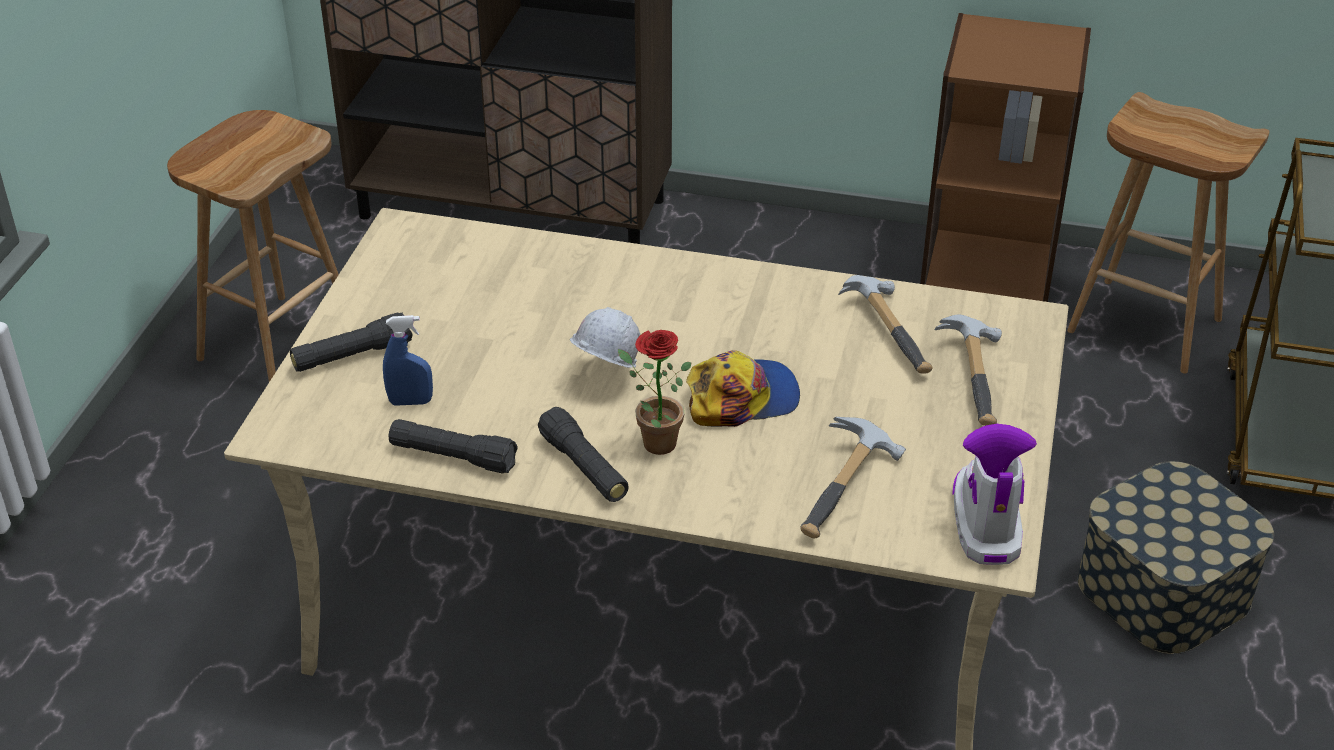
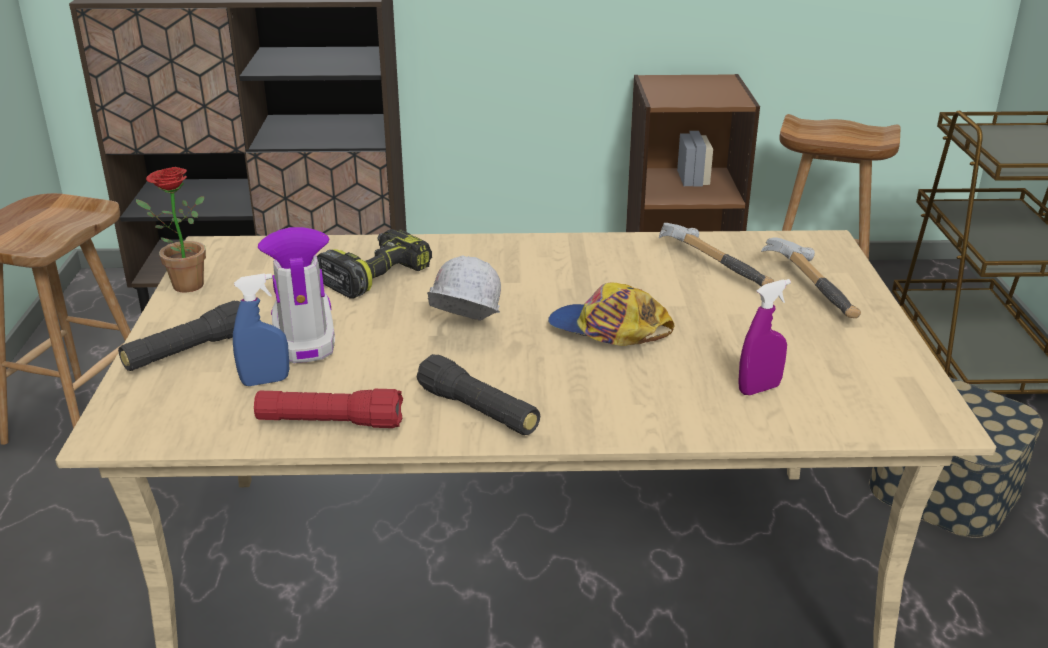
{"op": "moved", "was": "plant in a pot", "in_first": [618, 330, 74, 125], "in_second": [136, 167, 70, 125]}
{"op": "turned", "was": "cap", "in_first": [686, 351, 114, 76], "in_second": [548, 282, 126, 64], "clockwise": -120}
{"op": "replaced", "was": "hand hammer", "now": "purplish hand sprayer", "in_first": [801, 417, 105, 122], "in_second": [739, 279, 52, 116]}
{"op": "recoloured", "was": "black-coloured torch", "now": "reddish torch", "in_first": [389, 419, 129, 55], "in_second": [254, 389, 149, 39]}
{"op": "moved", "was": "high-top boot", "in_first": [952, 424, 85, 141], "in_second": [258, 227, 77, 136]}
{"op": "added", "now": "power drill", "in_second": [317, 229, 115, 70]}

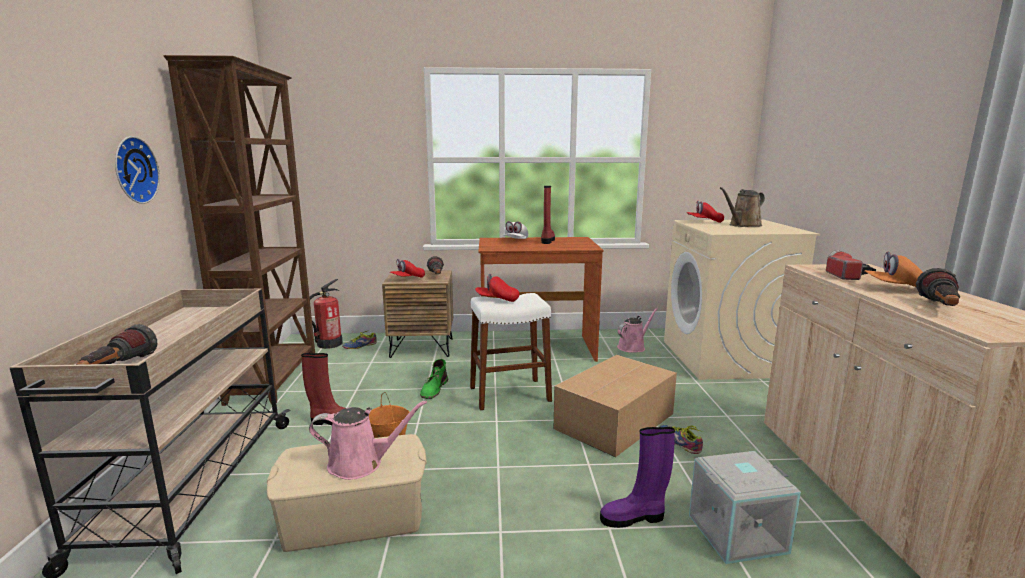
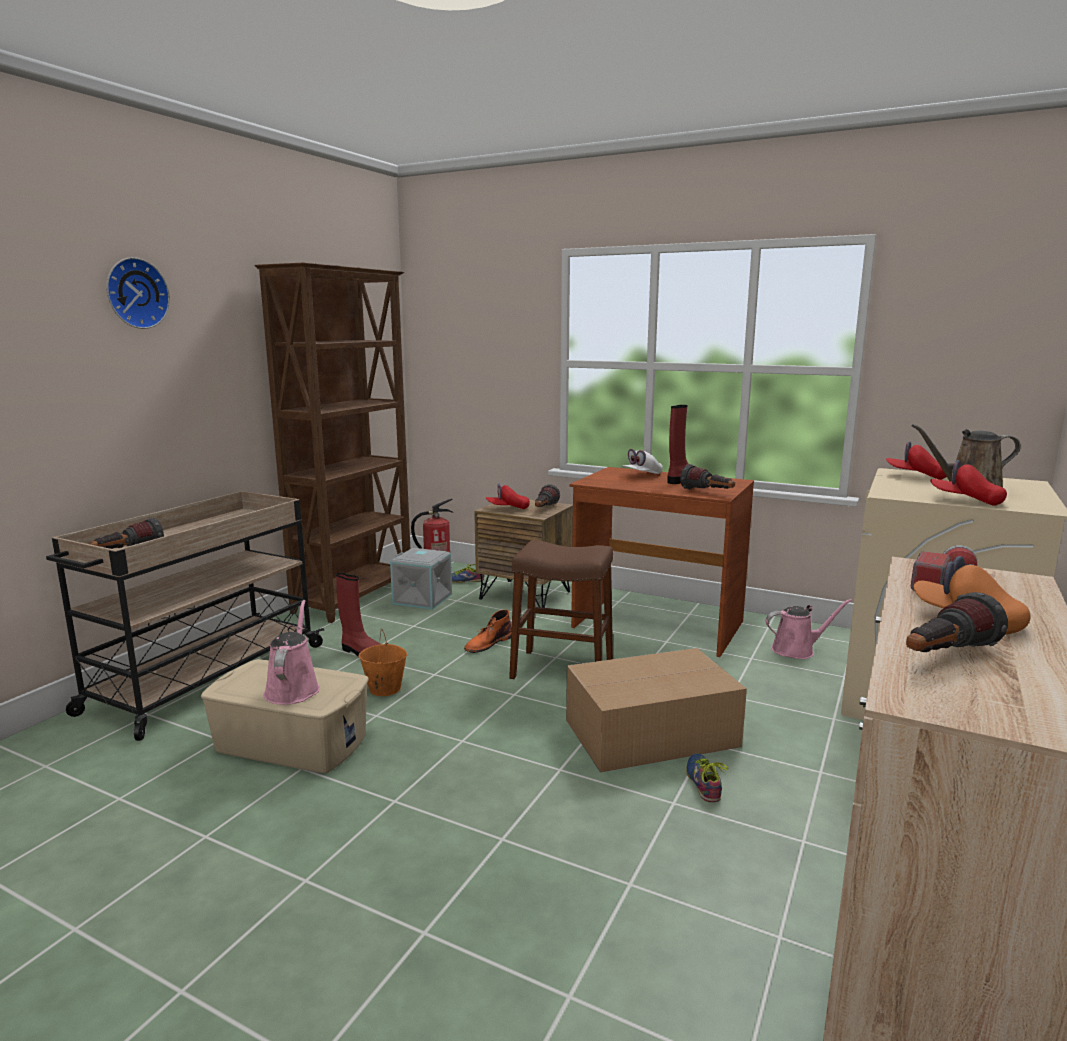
{"op": "moved", "was": "clock on the wall", "in_first": [115, 136, 45, 68], "in_second": [106, 257, 64, 72]}
{"op": "moved", "was": "reddish cap", "in_first": [475, 274, 44, 28], "in_second": [930, 460, 77, 46]}
{"op": "recoloured", "was": "whitish sitting stool", "now": "brownish sitting stool", "in_first": [470, 293, 82, 118], "in_second": [509, 540, 104, 139]}
{"op": "recoloured", "was": "greenish high-top boot", "now": "orange high-top boot", "in_first": [420, 359, 28, 40], "in_second": [464, 610, 48, 43]}
{"op": "turned", "was": "pink-coloured watering can", "in_first": [309, 400, 118, 80], "in_second": [264, 600, 56, 105], "clockwise": -120}
{"op": "removed", "was": "purplish high-top boot", "in_first": [600, 427, 75, 101]}
{"op": "moved", "was": "greyish storage box", "in_first": [689, 451, 112, 113], "in_second": [390, 548, 62, 62]}
{"op": "added", "now": "torch", "in_second": [680, 464, 55, 26]}

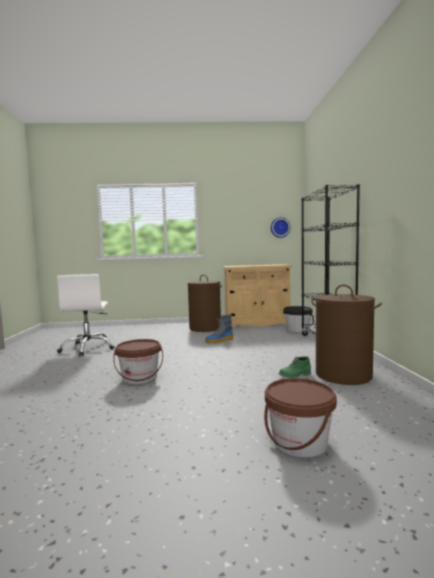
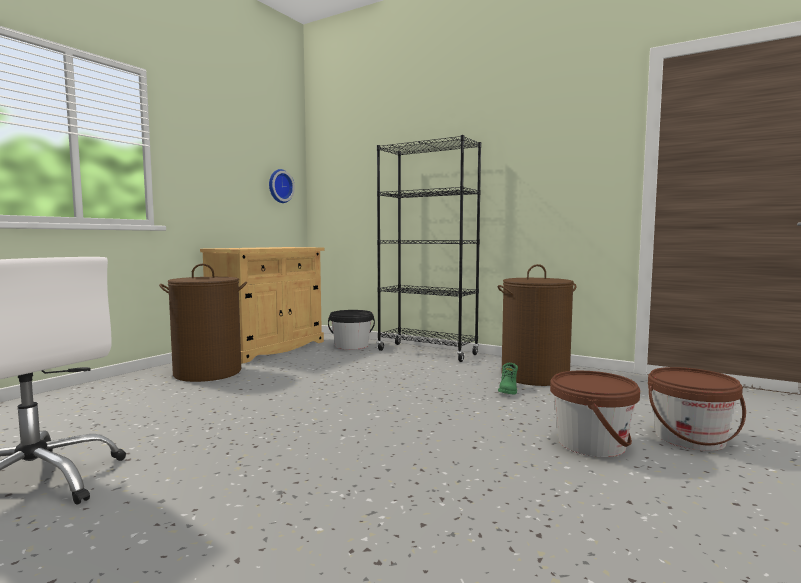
{"op": "removed", "was": "high-top boot", "in_first": [205, 314, 28, 30]}
{"op": "moved", "was": "brownish pail", "in_first": [113, 339, 50, 45], "in_second": [550, 371, 90, 86]}

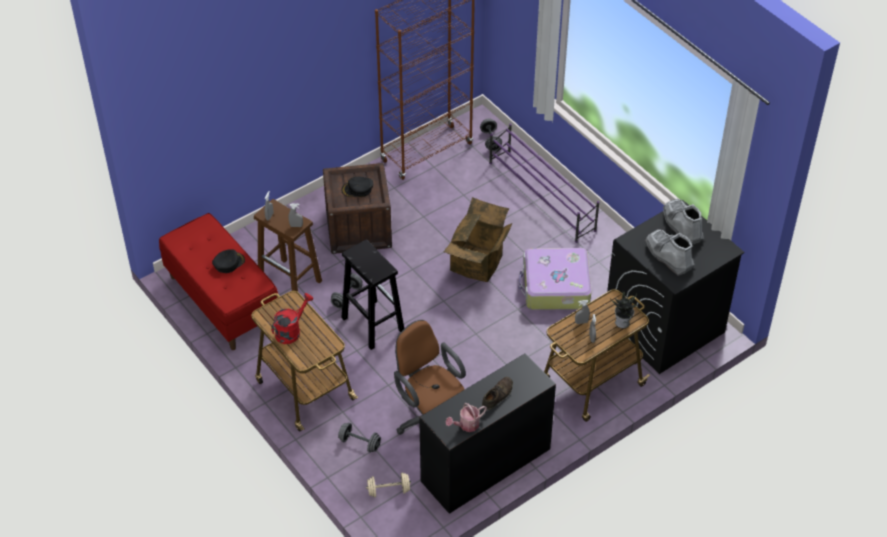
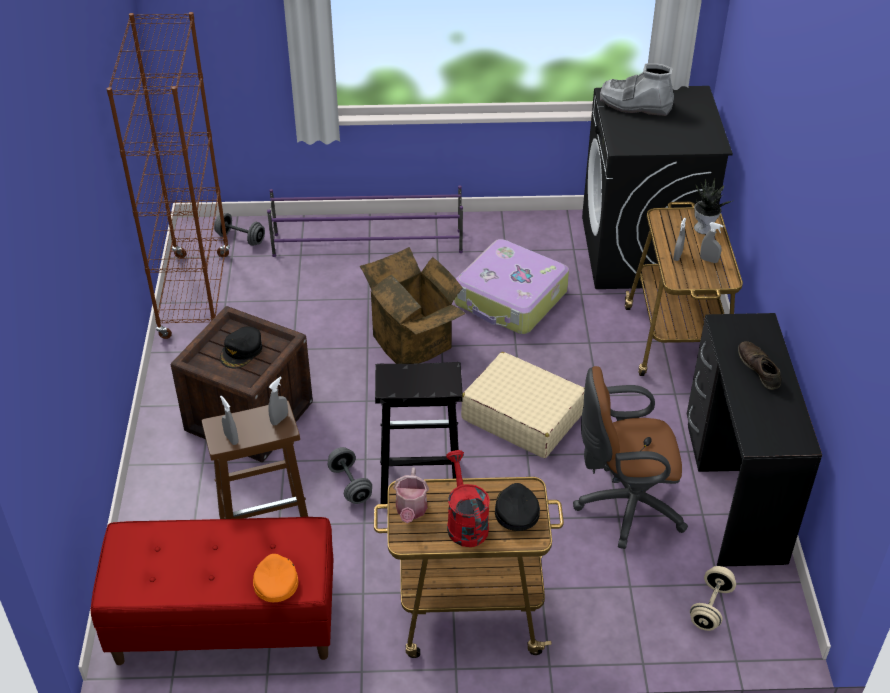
{"op": "removed", "was": "greyish high-top boot", "in_first": [645, 229, 50, 47]}
{"op": "moved", "was": "black-coloured cap", "in_first": [212, 249, 33, 24], "in_second": [495, 483, 45, 48]}
{"op": "moved", "was": "watering can", "in_first": [446, 403, 41, 29], "in_second": [393, 467, 36, 56]}
{"op": "removed", "was": "greyish free weight", "in_first": [338, 423, 43, 29]}
{"op": "added", "now": "beige-coloured travel case", "in_second": [461, 352, 124, 106]}
{"op": "added", "now": "orange cap", "in_second": [253, 554, 45, 48]}

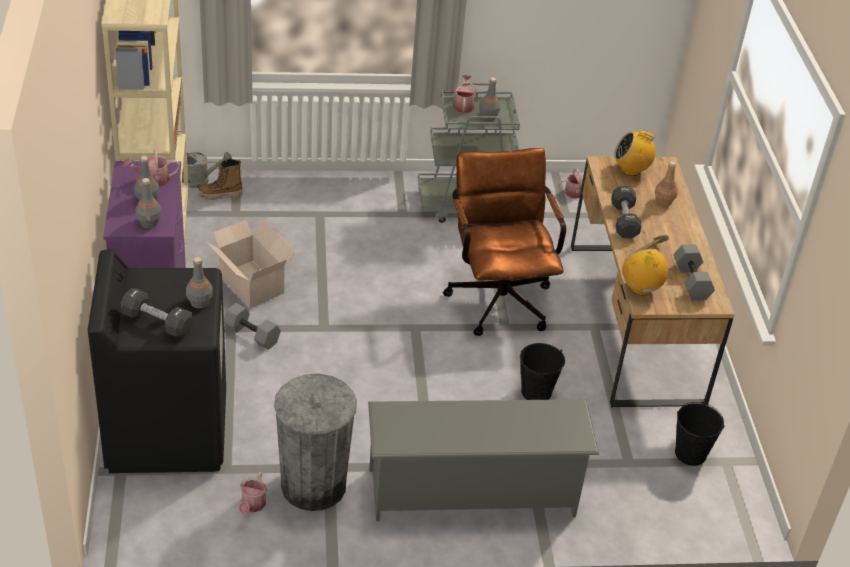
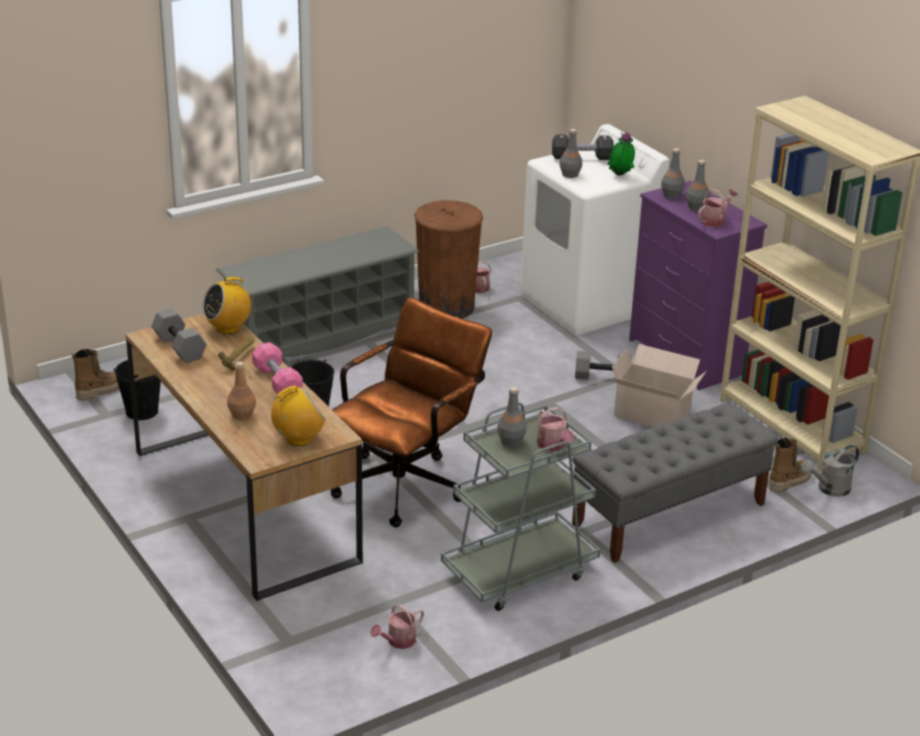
{"op": "turned", "was": "brownish desk chair", "in_first": [443, 148, 123, 188], "in_second": [330, 297, 162, 231], "clockwise": -105}
{"op": "recoloured", "was": "black-coloured free weight", "now": "pink-coloured free weight", "in_first": [611, 186, 30, 53], "in_second": [252, 342, 51, 52]}
{"op": "turned", "was": "radio", "in_first": [623, 249, 48, 47], "in_second": [202, 277, 49, 57], "clockwise": 105}
{"op": "recoloured", "was": "black-coloured laundry machine", "now": "whitish laundry machine", "in_first": [88, 250, 138, 223], "in_second": [521, 124, 148, 211]}
{"op": "recoloured", "was": "greyish waste bin", "now": "brownish waste bin", "in_first": [274, 374, 83, 137], "in_second": [414, 200, 69, 119]}
{"op": "added", "now": "plant in a pot", "in_second": [607, 132, 28, 44]}
{"op": "added", "now": "high-top boot", "in_second": [72, 349, 47, 52]}
{"op": "added", "now": "greyish long seat", "in_second": [572, 403, 206, 160]}

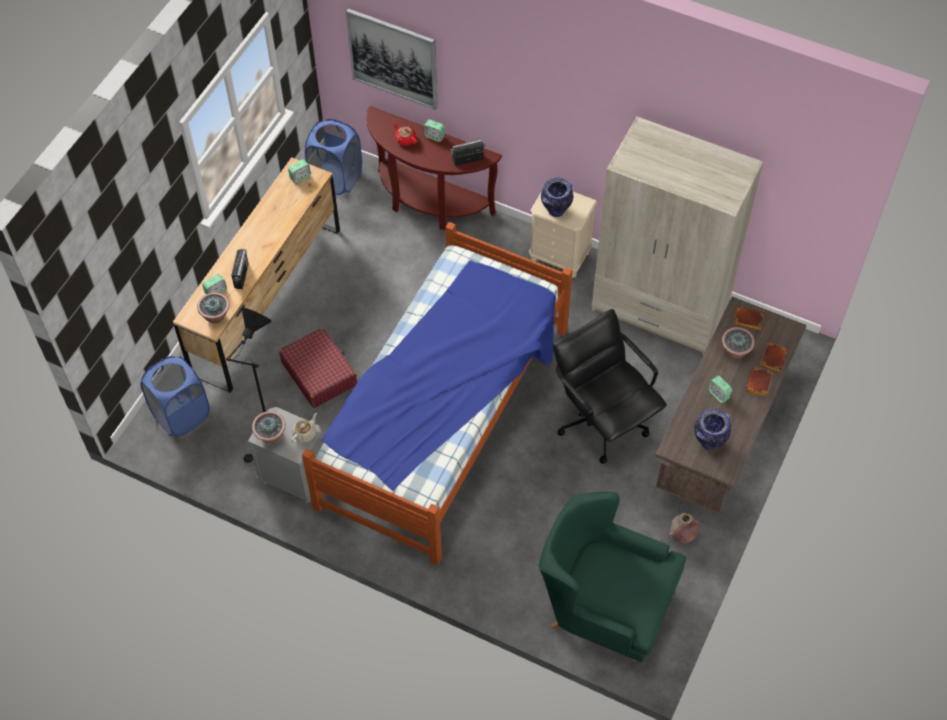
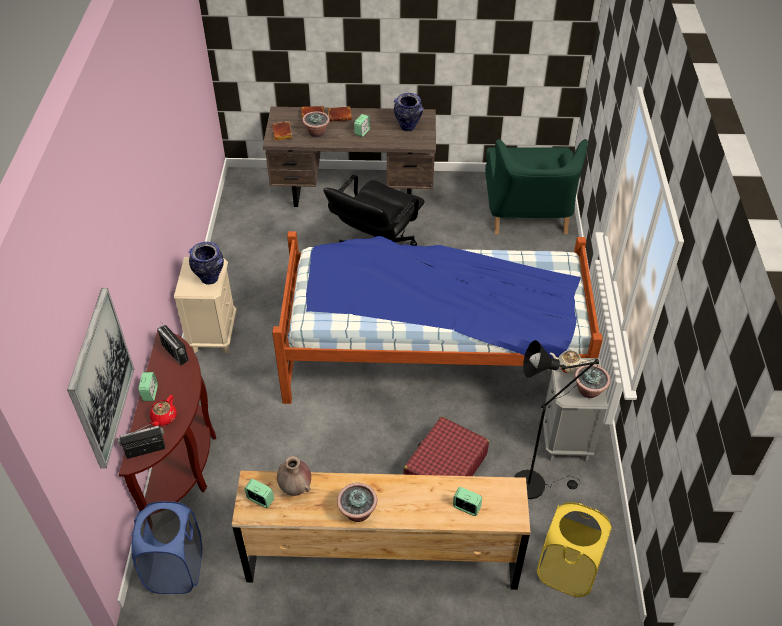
{"op": "removed", "was": "beige-coloured armoire", "in_first": [592, 117, 171, 237]}
{"op": "moved", "was": "radio", "in_first": [231, 249, 18, 40], "in_second": [117, 423, 48, 36]}
{"op": "moved", "was": "plant in a pot", "in_first": [197, 292, 32, 31], "in_second": [337, 483, 40, 39]}
{"op": "recoloured", "was": "blue-coloured washing basket", "now": "yellowish washing basket", "in_first": [140, 356, 70, 81], "in_second": [537, 502, 75, 95]}
{"op": "moved", "was": "brownish flower vase", "in_first": [668, 513, 32, 30], "in_second": [277, 456, 34, 40]}

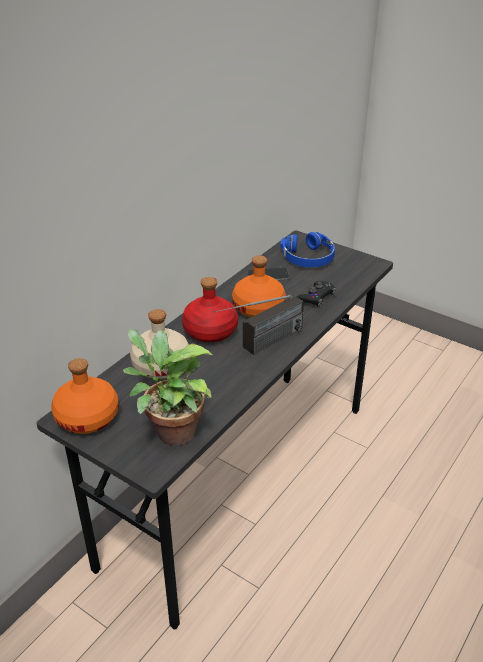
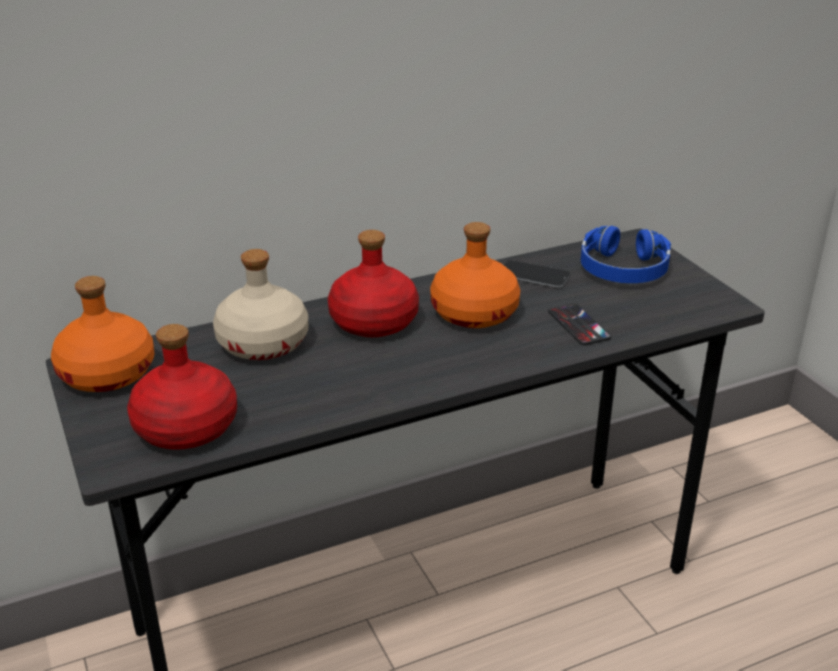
{"op": "replaced", "was": "black-coloured gamepad", "now": "telephone", "in_first": [296, 281, 41, 26], "in_second": [548, 303, 64, 42]}
{"op": "removed", "was": "radio", "in_first": [213, 295, 91, 60]}
{"op": "replaced", "was": "plant in a pot", "now": "reddish bottle", "in_first": [123, 329, 90, 116], "in_second": [127, 324, 110, 126]}

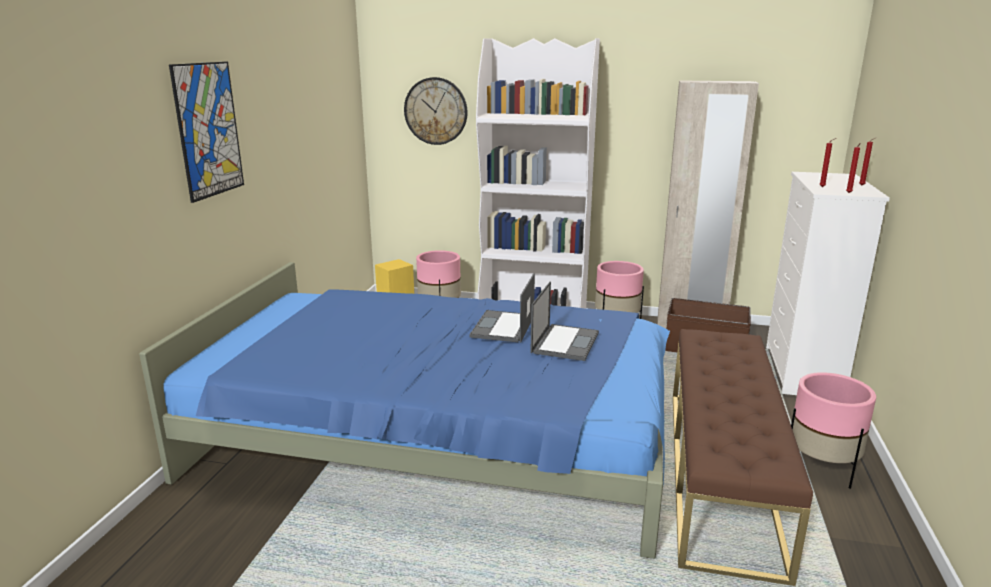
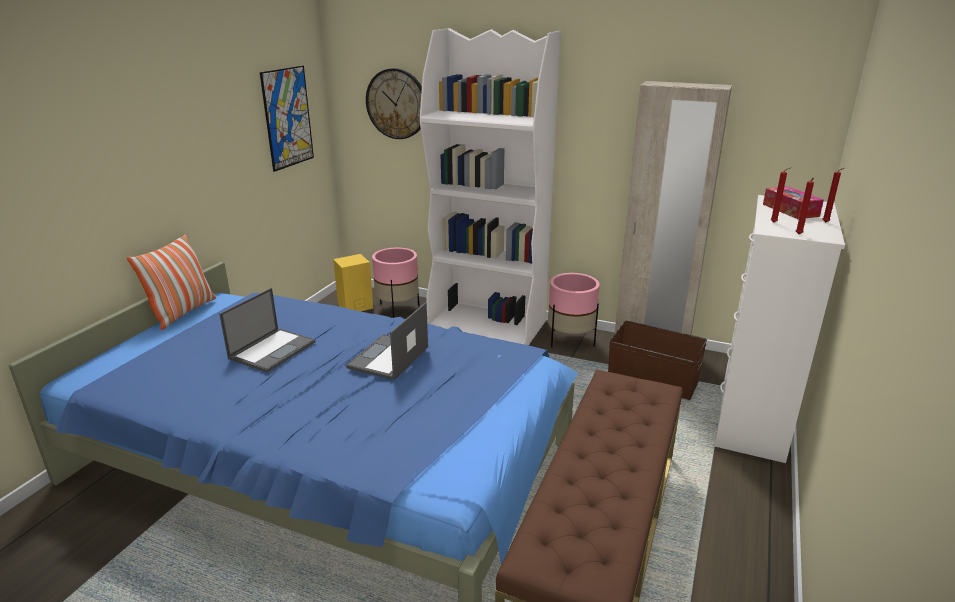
{"op": "moved", "was": "picture", "in_first": [169, 62, 75, 141], "in_second": [260, 66, 54, 106]}
{"op": "moved", "was": "laptop", "in_first": [530, 281, 69, 80], "in_second": [219, 288, 96, 85]}
{"op": "removed", "was": "pink-coloured plant pot", "in_first": [791, 372, 85, 117]}
{"op": "added", "now": "tissue holder", "in_second": [763, 186, 61, 33]}
{"op": "added", "now": "pillow", "in_second": [127, 234, 89, 96]}

